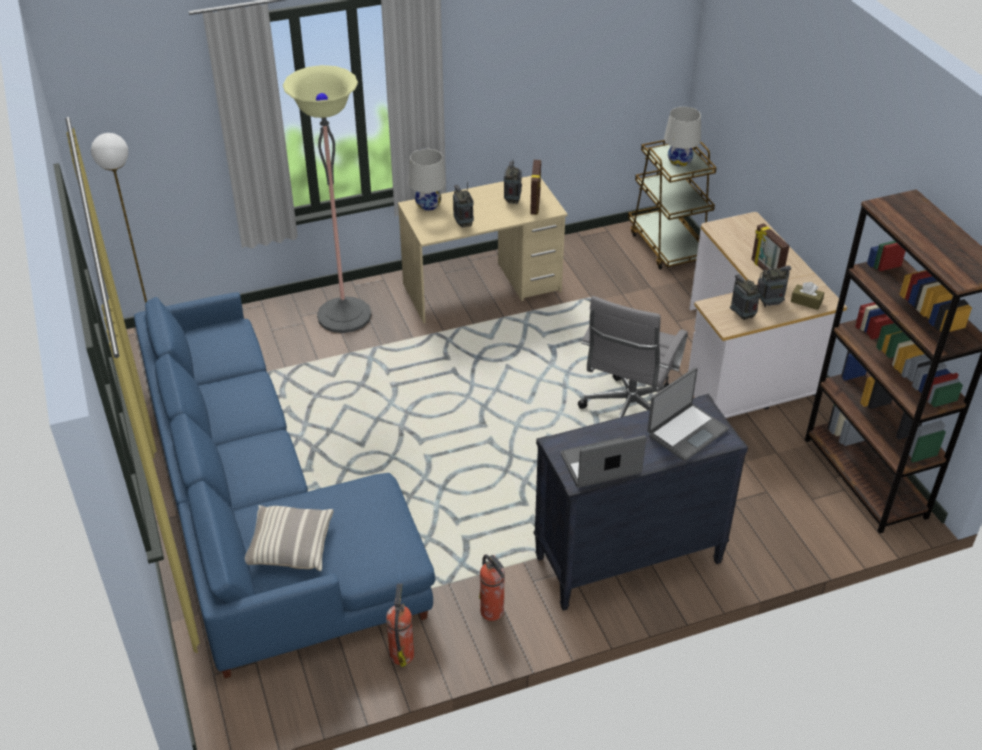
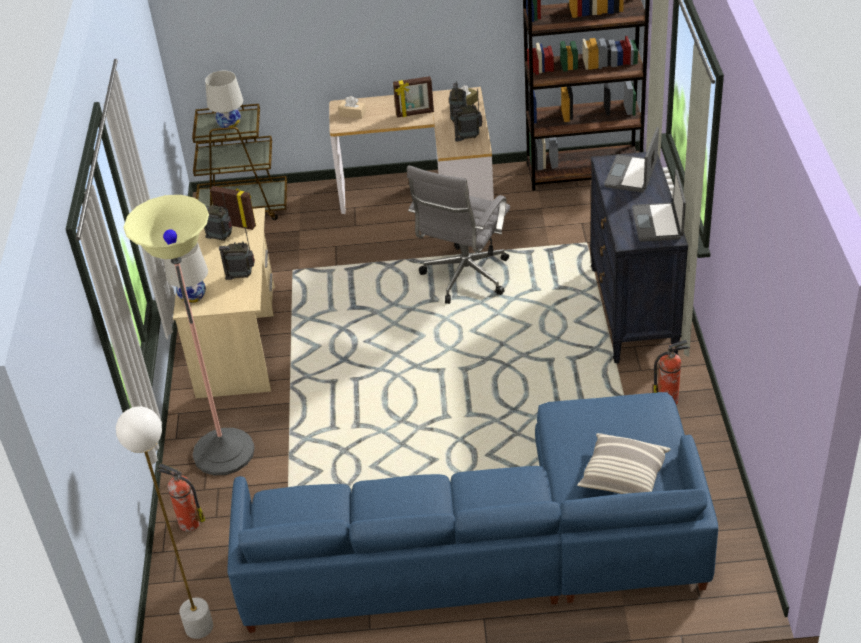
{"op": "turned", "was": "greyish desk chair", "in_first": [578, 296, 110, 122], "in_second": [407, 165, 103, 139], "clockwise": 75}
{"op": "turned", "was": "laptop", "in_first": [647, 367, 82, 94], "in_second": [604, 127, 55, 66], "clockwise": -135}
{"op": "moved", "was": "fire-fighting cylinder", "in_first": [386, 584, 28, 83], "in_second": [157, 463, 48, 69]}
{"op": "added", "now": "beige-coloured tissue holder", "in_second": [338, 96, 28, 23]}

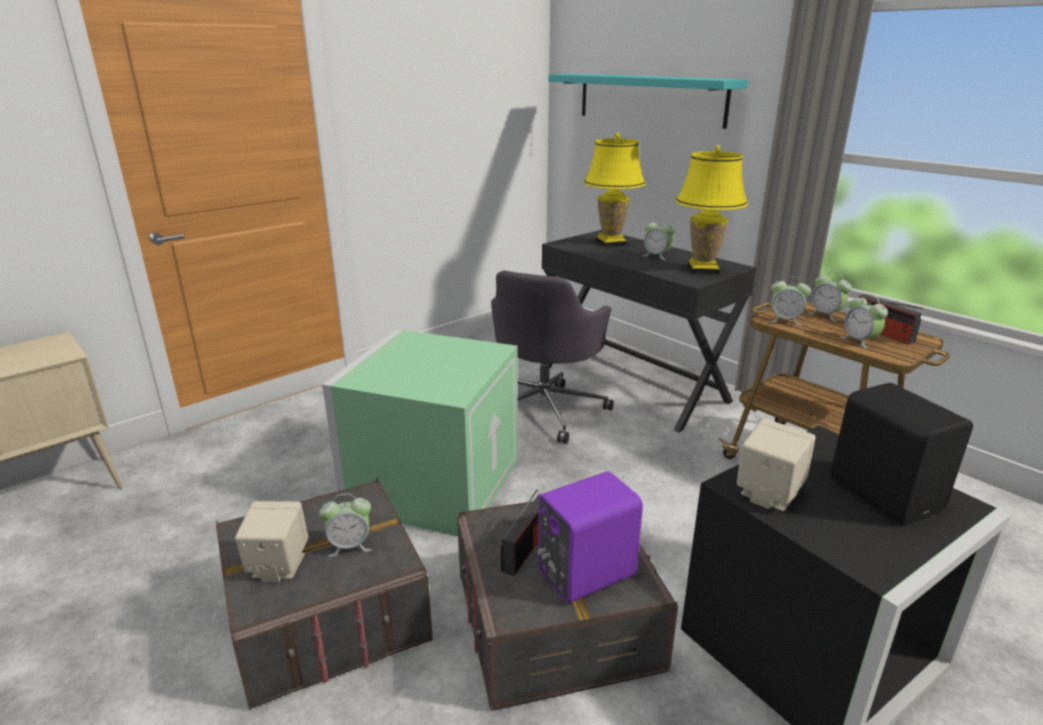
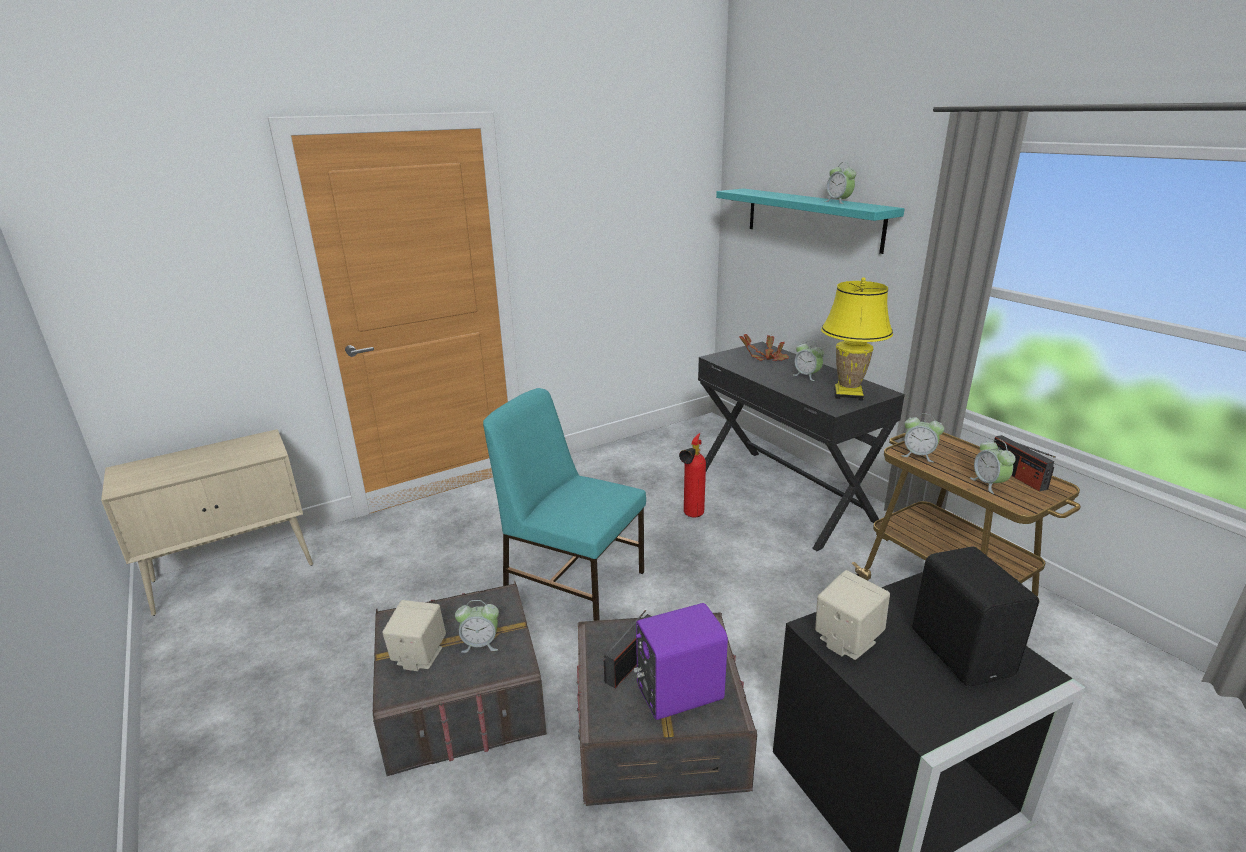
{"op": "replaced", "was": "yellowish lamp for a table", "now": "plant in a pot", "in_first": [584, 133, 61, 114], "in_second": [739, 334, 50, 27]}
{"op": "replaced", "was": "greyish desk chair", "now": "fire-fighting cylinder", "in_first": [491, 270, 123, 174], "in_second": [679, 433, 27, 85]}
{"op": "moved", "was": "table clock", "in_first": [809, 272, 43, 49], "in_second": [825, 162, 31, 42]}
{"op": "replaced", "was": "greenish storage box", "now": "blue-green upright chair", "in_first": [322, 329, 196, 207], "in_second": [483, 388, 163, 233]}

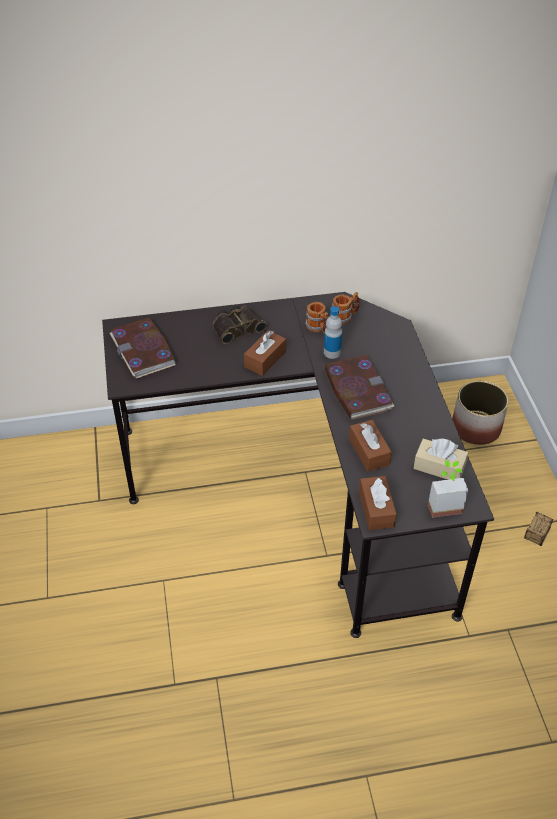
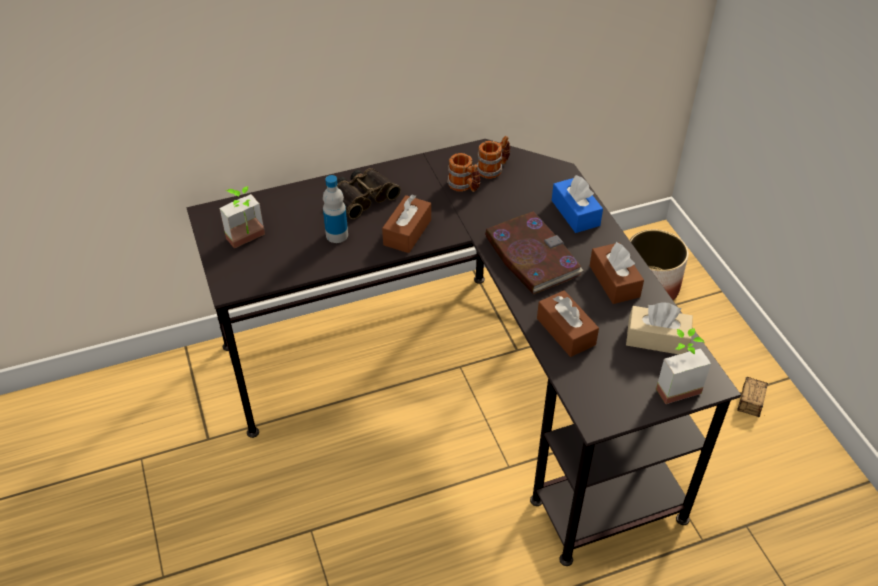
{"op": "moved", "was": "bottle", "in_first": [324, 306, 18, 53], "in_second": [323, 175, 25, 68]}
{"op": "replaced", "was": "bound book", "now": "plant in a pot", "in_first": [110, 318, 66, 61], "in_second": [219, 186, 46, 63]}
{"op": "moved", "was": "brownish tissue holder", "in_first": [359, 476, 38, 54], "in_second": [590, 242, 54, 62]}
{"op": "added", "now": "blue-coloured tissue holder", "in_second": [552, 175, 51, 58]}

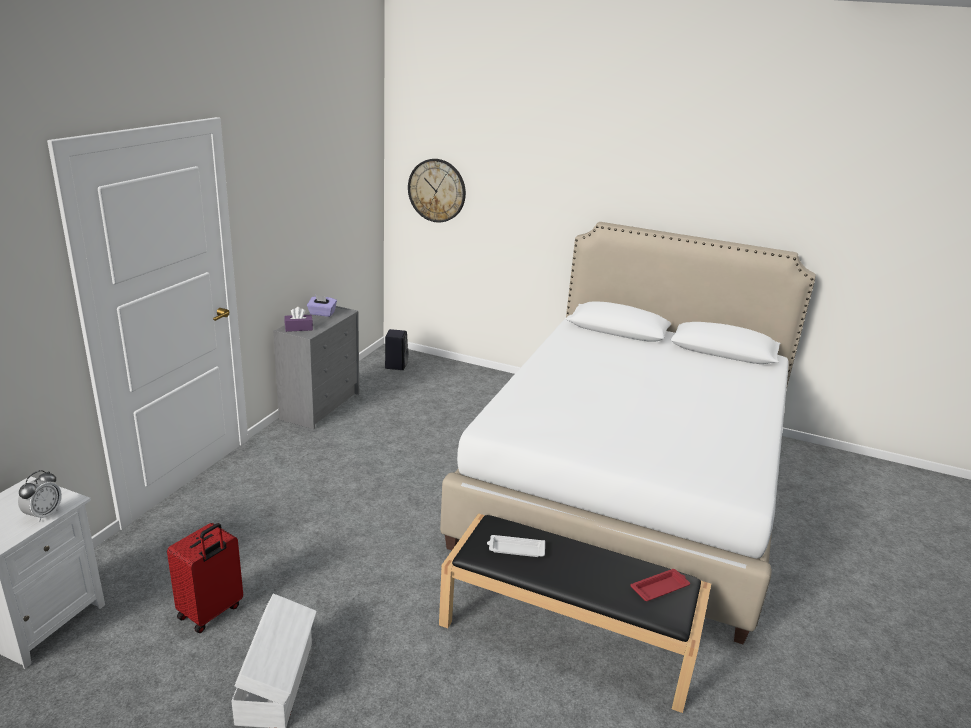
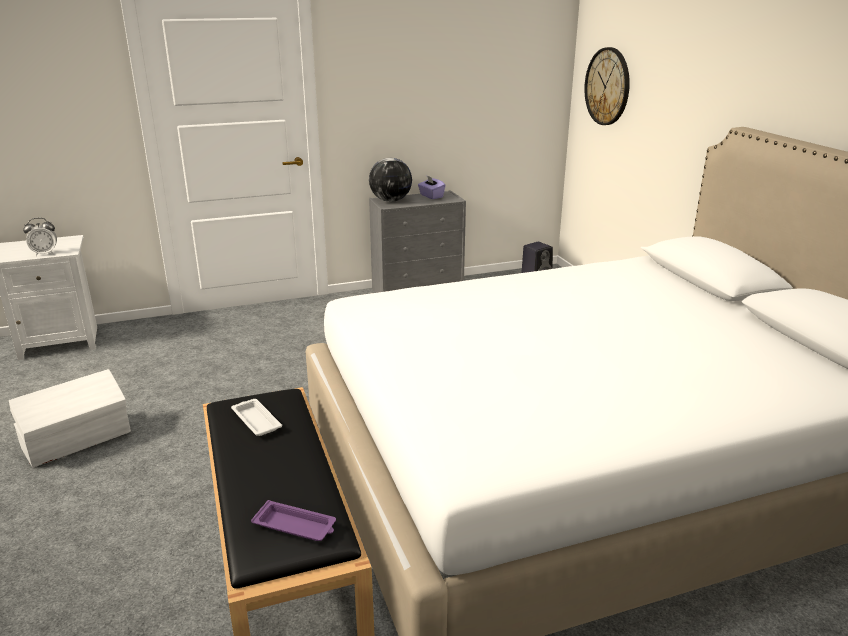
{"op": "replaced", "was": "purplish tissue holder", "now": "desk globe", "in_first": [284, 307, 29, 25], "in_second": [369, 158, 43, 44]}
{"op": "removed", "was": "reddish travel case", "in_first": [167, 523, 76, 110]}
{"op": "recoloured", "was": "reddish tray", "now": "purplish tray", "in_first": [631, 569, 59, 32], "in_second": [251, 500, 85, 41]}

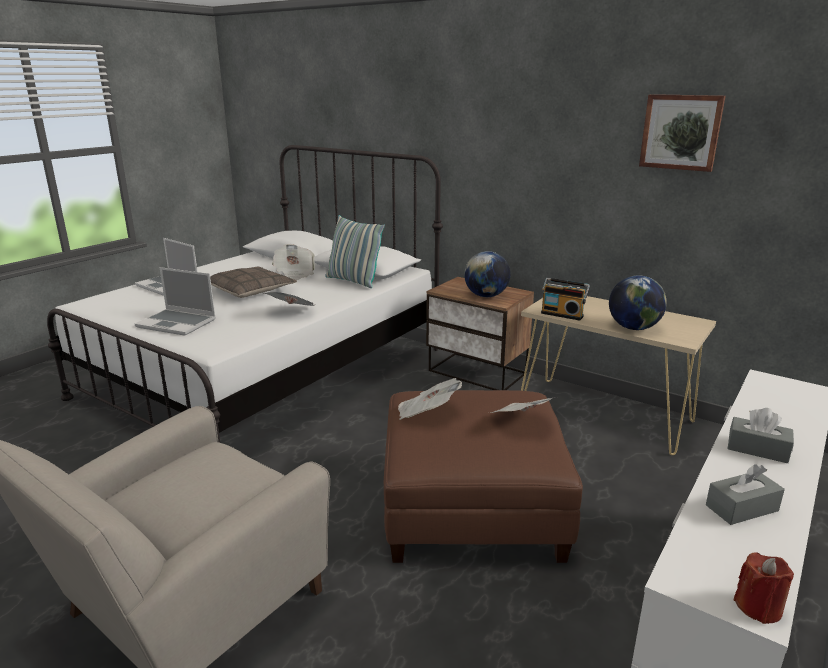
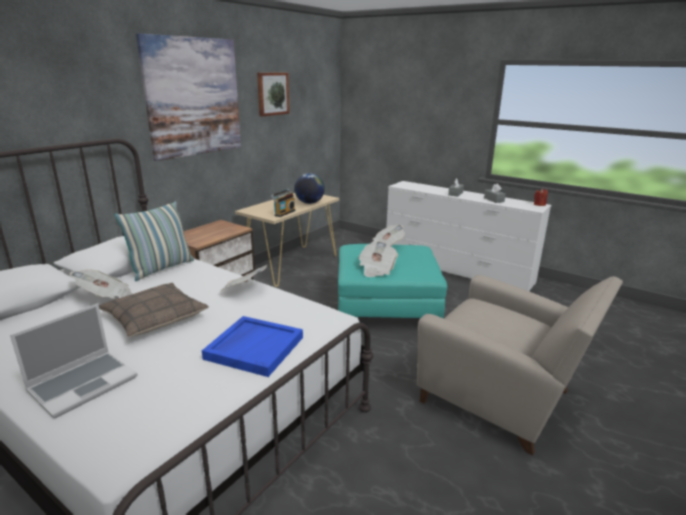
{"op": "removed", "was": "desk globe", "in_first": [464, 251, 46, 46]}
{"op": "replaced", "was": "laptop", "now": "blue-coloured tray", "in_first": [135, 267, 81, 69], "in_second": [202, 316, 101, 61]}
{"op": "recoloured", "was": "brownish ottoman", "now": "blue-green ottoman", "in_first": [384, 390, 199, 173], "in_second": [338, 244, 109, 74]}
{"op": "added", "now": "picture", "in_second": [136, 33, 105, 128]}

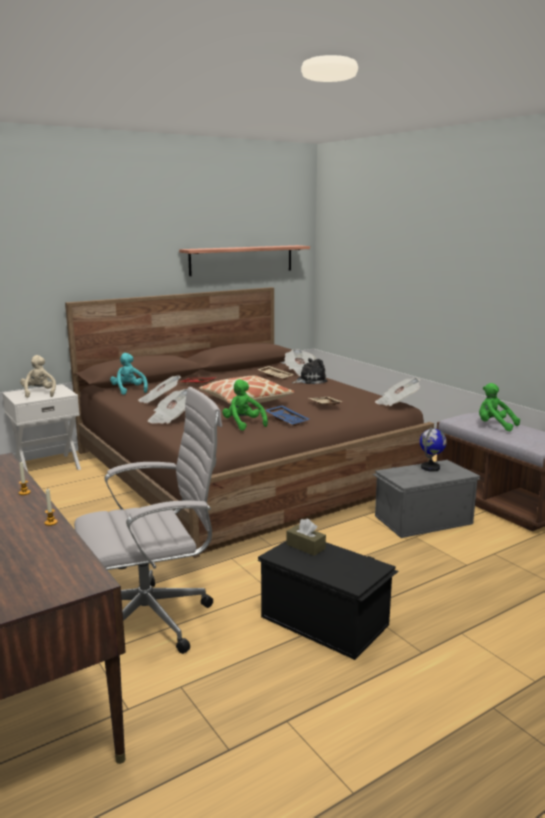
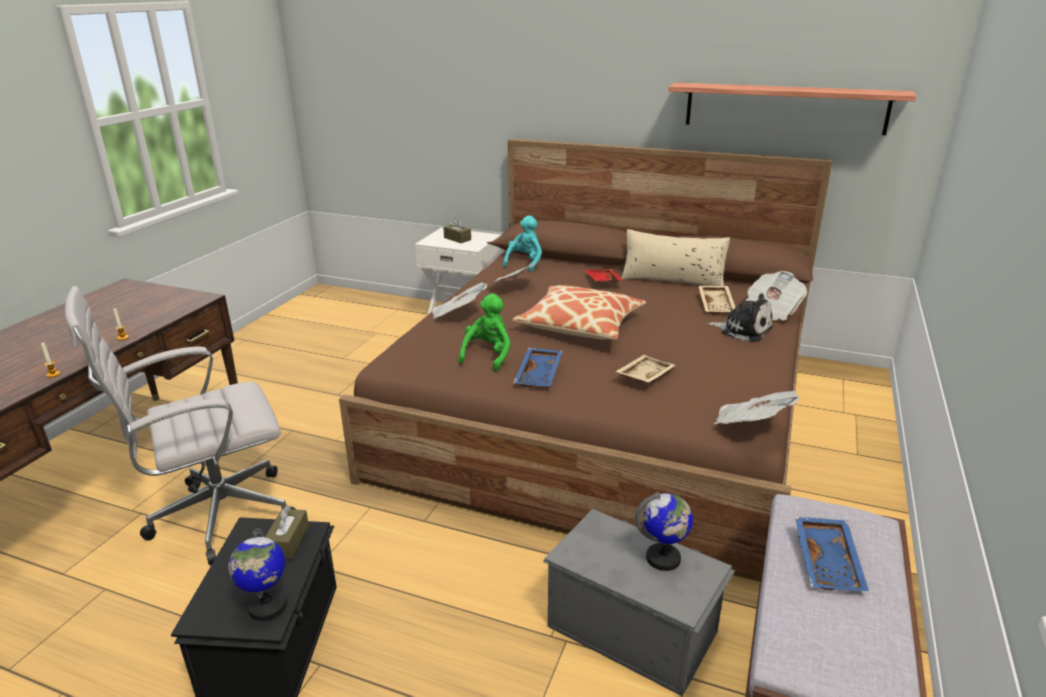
{"op": "replaced", "was": "beige-coloured soft toy", "now": "brownish tissue holder", "in_first": [20, 355, 36, 43], "in_second": [443, 217, 28, 26]}
{"op": "replaced", "was": "greenish soft toy", "now": "blue-coloured tray", "in_first": [479, 383, 41, 48], "in_second": [795, 517, 74, 74]}
{"op": "turned", "was": "whitish desk chair", "in_first": [74, 387, 148, 267], "in_second": [65, 286, 231, 279], "clockwise": 120}
{"op": "added", "now": "beige-coloured pillow", "in_second": [621, 229, 109, 57]}
{"op": "added", "now": "desk globe", "in_second": [228, 529, 59, 92]}

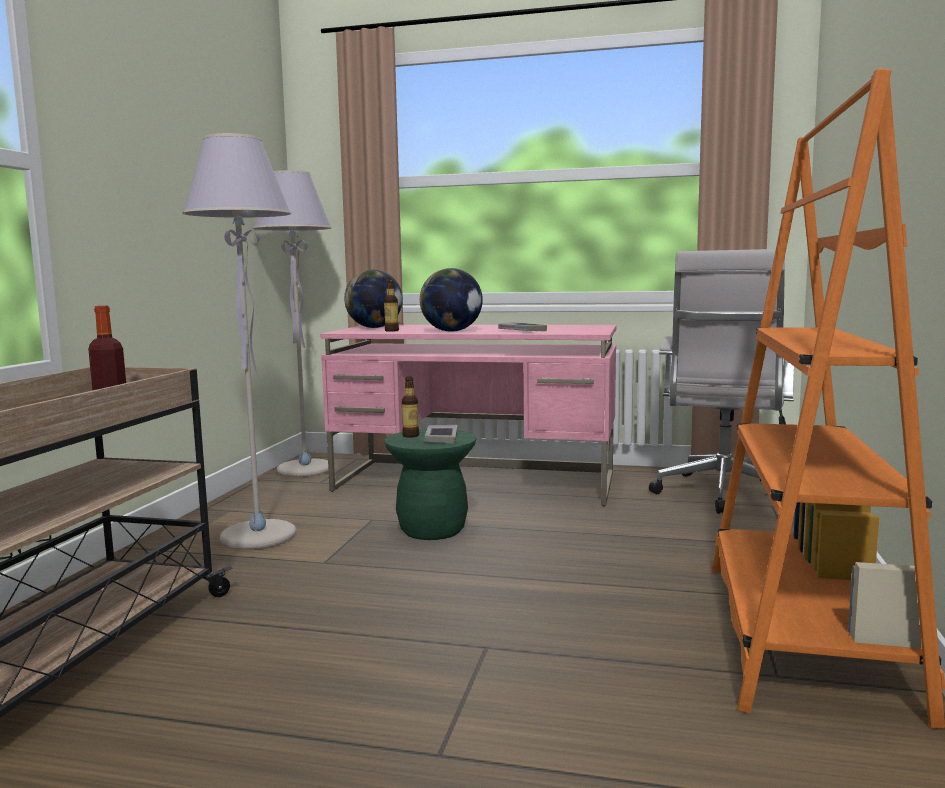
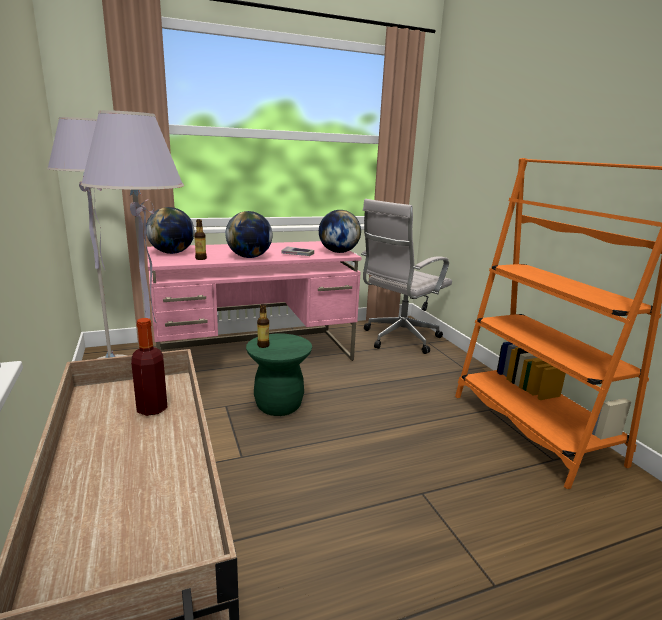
{"op": "turned", "was": "whitish desk chair", "in_first": [649, 249, 145, 265], "in_second": [361, 199, 91, 155], "clockwise": 60}
{"op": "removed", "was": "bound book", "in_first": [424, 425, 34, 19]}
{"op": "added", "now": "desk globe", "in_second": [319, 210, 42, 43]}

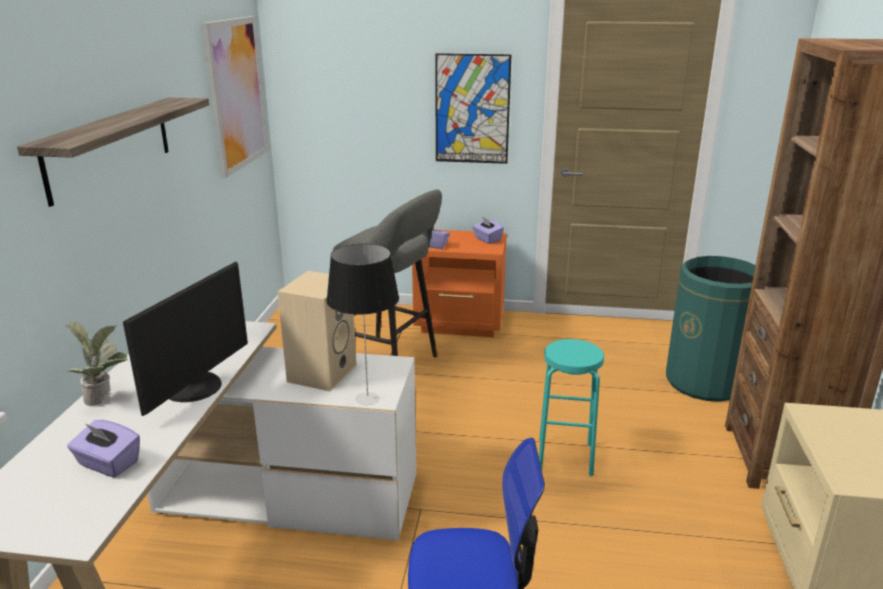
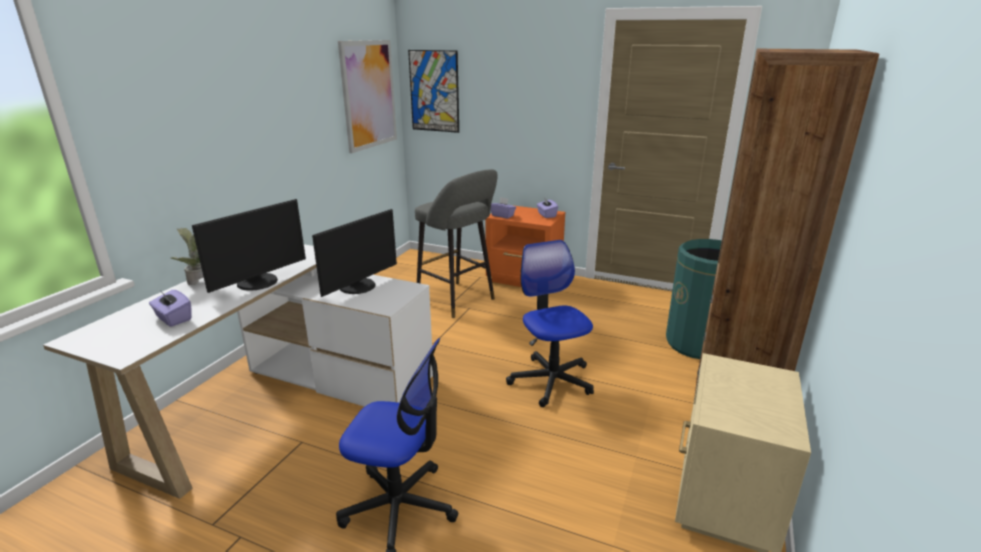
{"op": "moved", "was": "picture", "in_first": [435, 53, 76, 111], "in_second": [408, 50, 51, 83]}
{"op": "removed", "was": "shelf", "in_first": [17, 97, 192, 110]}
{"op": "removed", "was": "lamp for a table", "in_first": [326, 244, 73, 161]}
{"op": "replaced", "was": "beige-coloured loudspeaker", "now": "computer display", "in_first": [278, 271, 79, 121], "in_second": [312, 209, 85, 88]}
{"op": "replaced", "was": "blue-green sitting stool", "now": "desk chair", "in_first": [539, 339, 65, 137], "in_second": [506, 240, 88, 167]}

